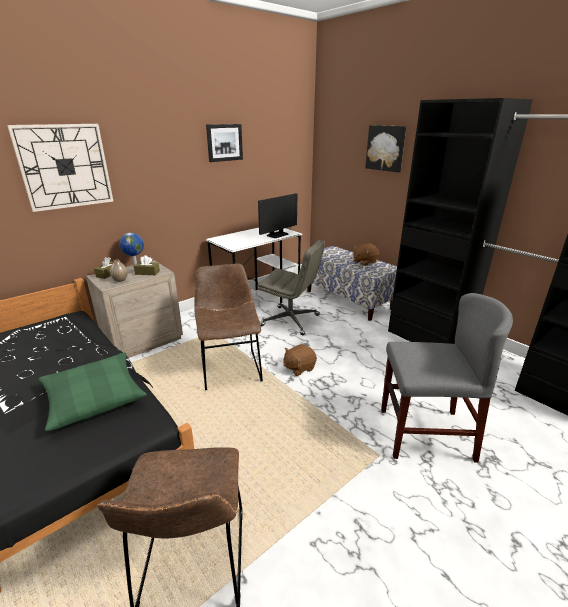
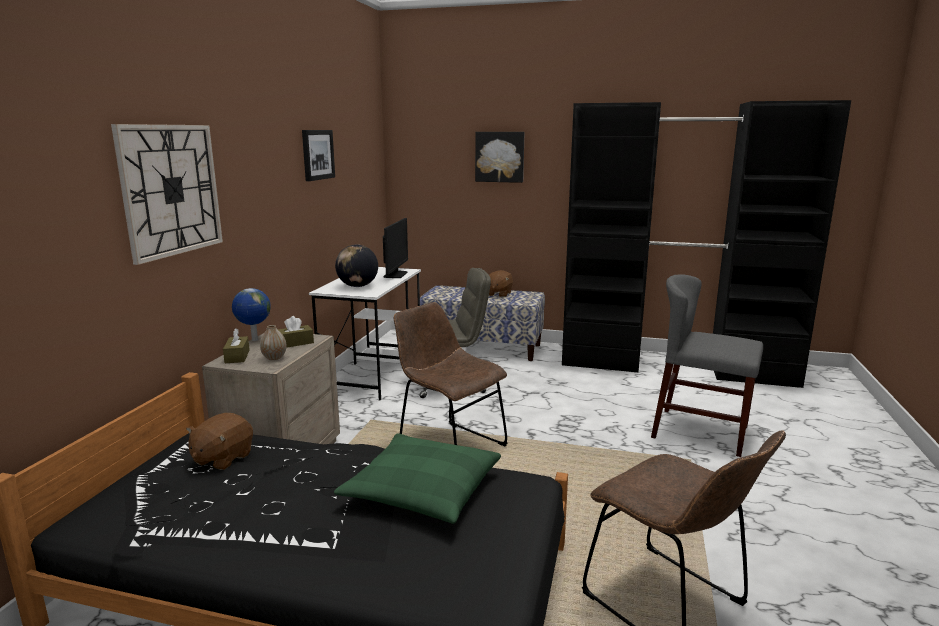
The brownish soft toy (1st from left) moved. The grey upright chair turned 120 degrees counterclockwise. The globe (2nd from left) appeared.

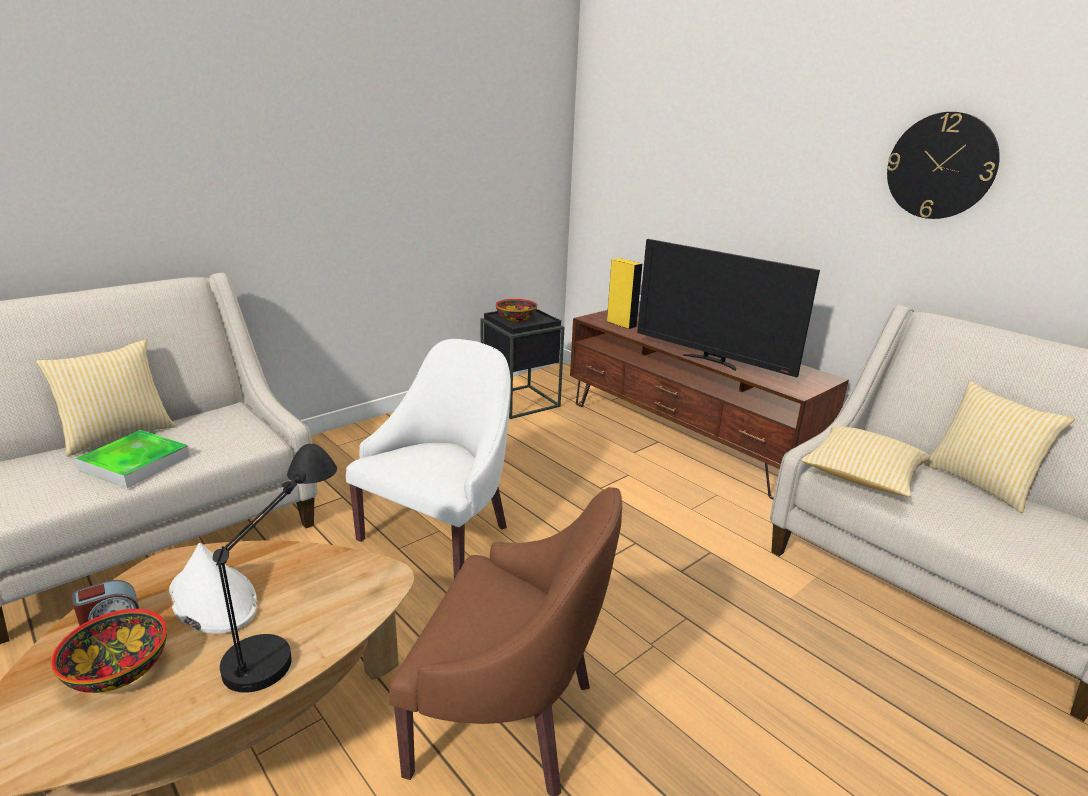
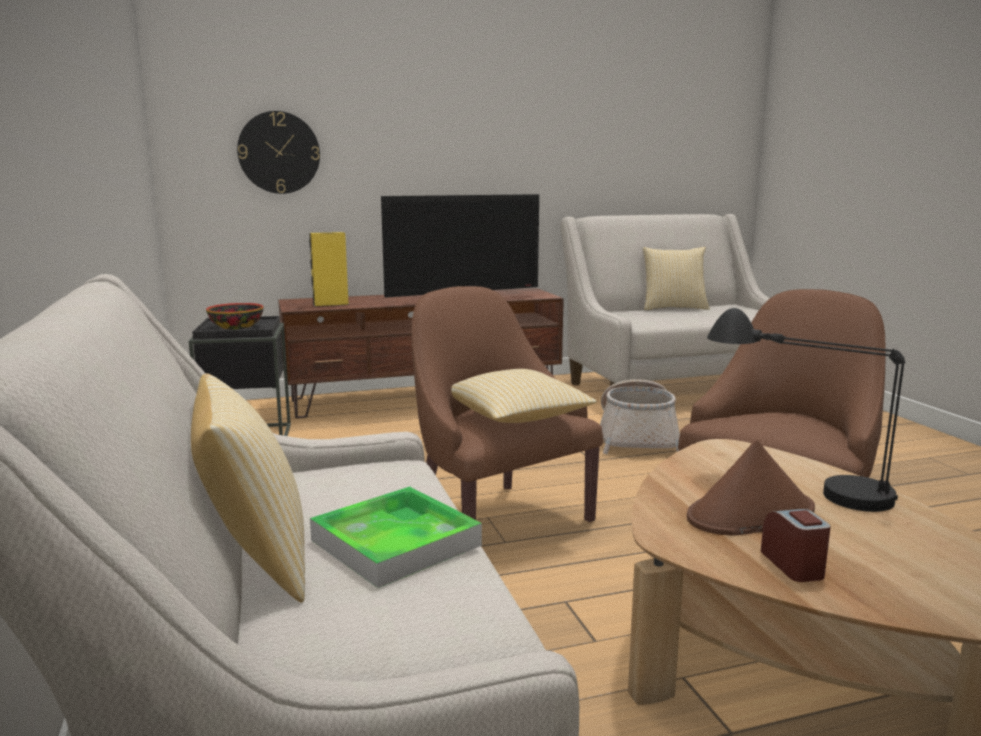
The serving bowl (1st from left) disappeared. The white-coloured hat became the brownish hat. The white-coloured armchair became the brownish armchair (1st from left). The pillow (2nd from left) moved. The hanging clock moved. The basket appeared.

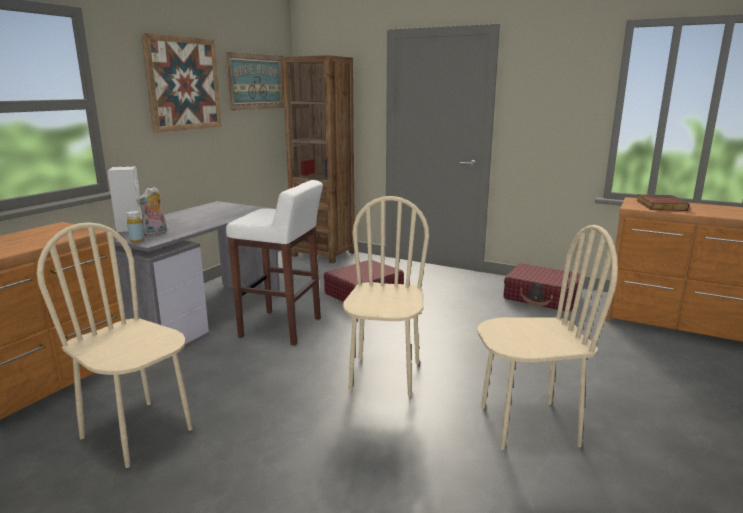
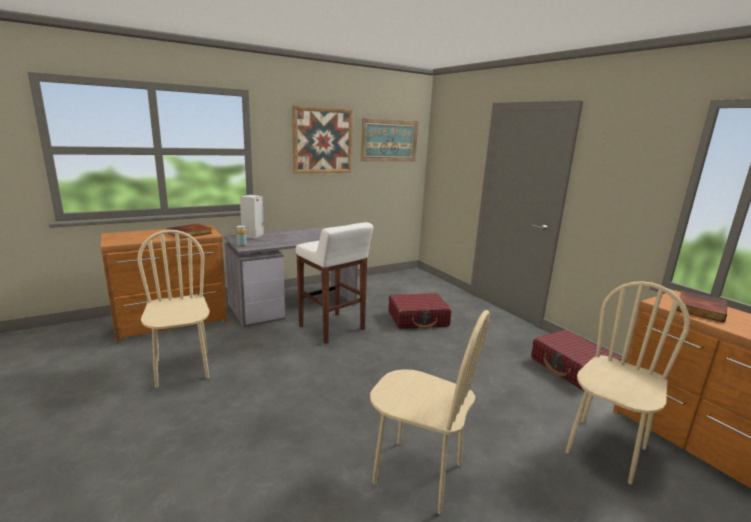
The soft toy disappeared. The brownish bookcase disappeared. The beige-coloured upright chair (2nd from left in the first image) moved. The volume (1st from left) appeared.

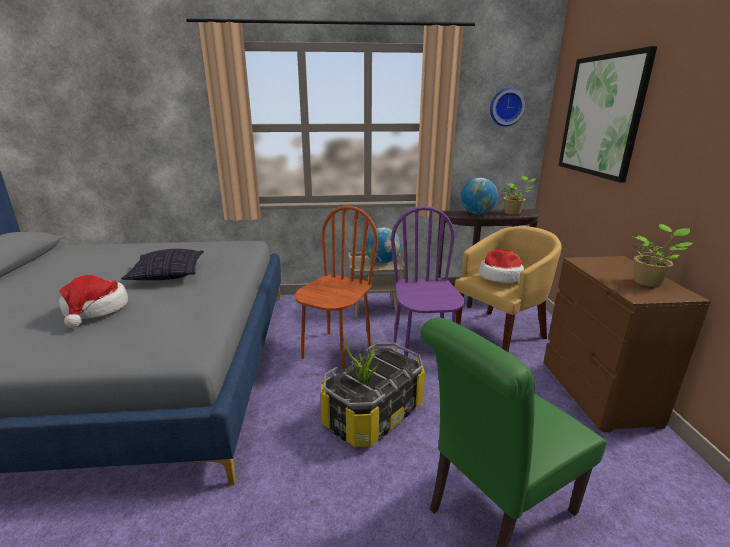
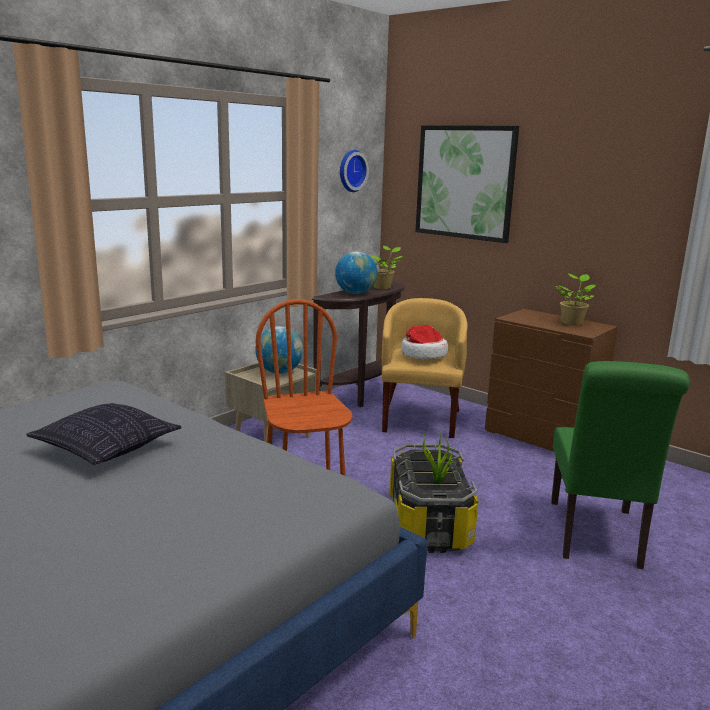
The hat (1st from left) disappeared. The purple upright chair disappeared.

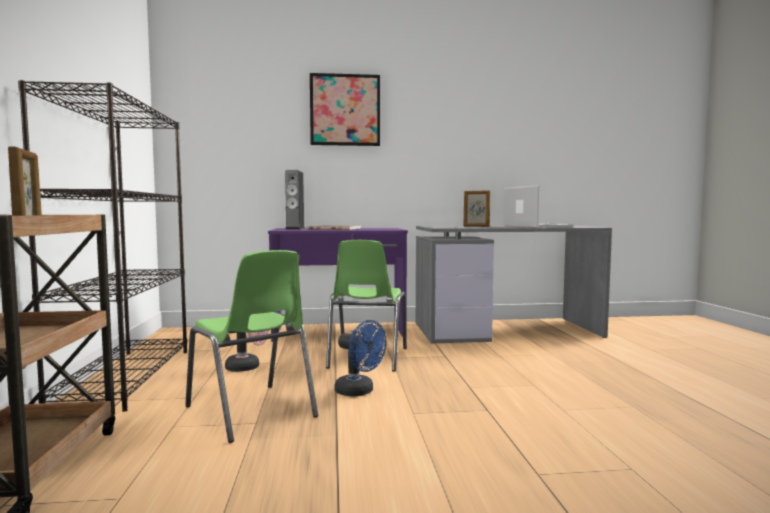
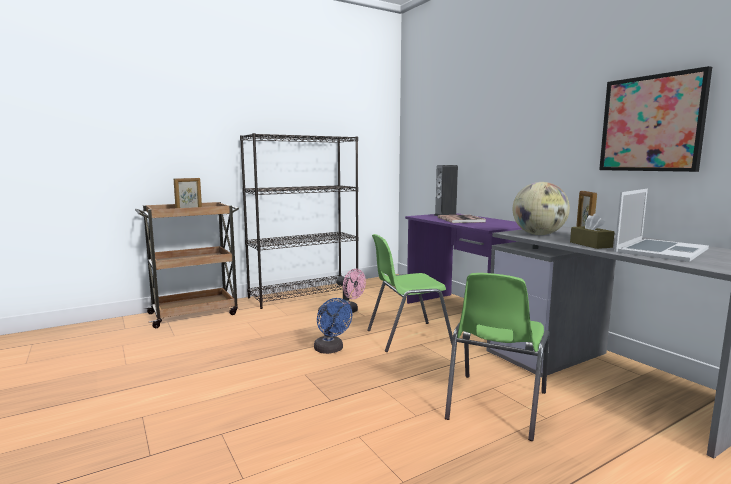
The greenish upright chair (1st from left in the first image) moved. The wall art moved. The blue fan turned 45 degrees counterclockwise. The globe appeared. The brownish tissue box appeared.

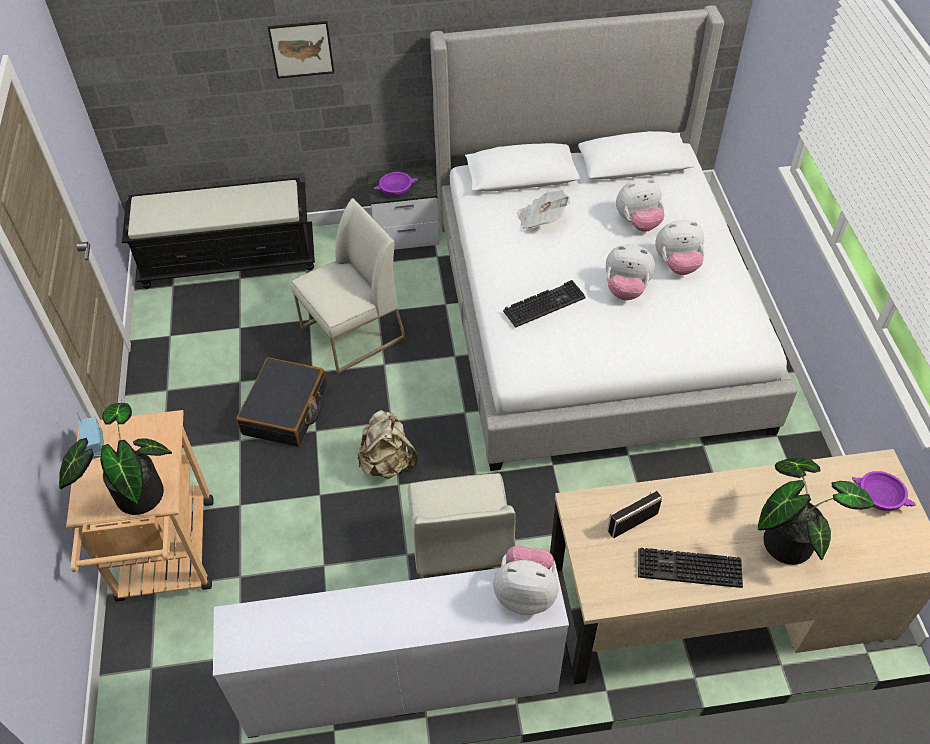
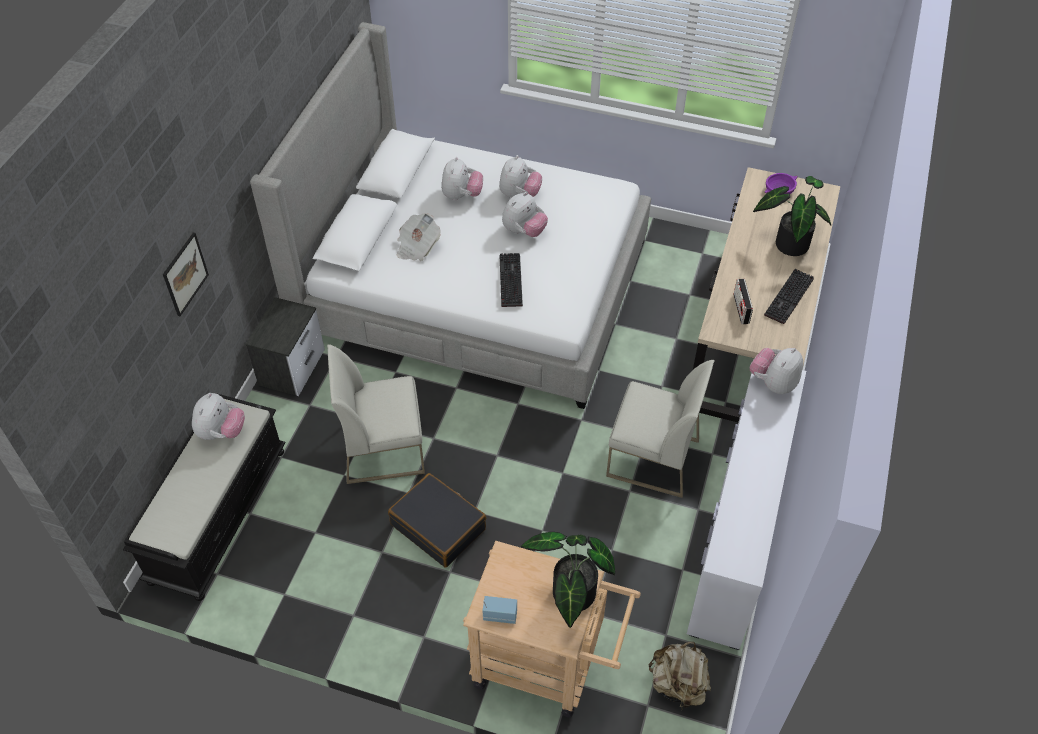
The white-coloured upright chair (1st from left) turned 90 degrees counterclockwise. The beige-coloured rucksack moved. The purple serving bowl (1st from left) disappeared. The soft toy (1st from left) appeared.

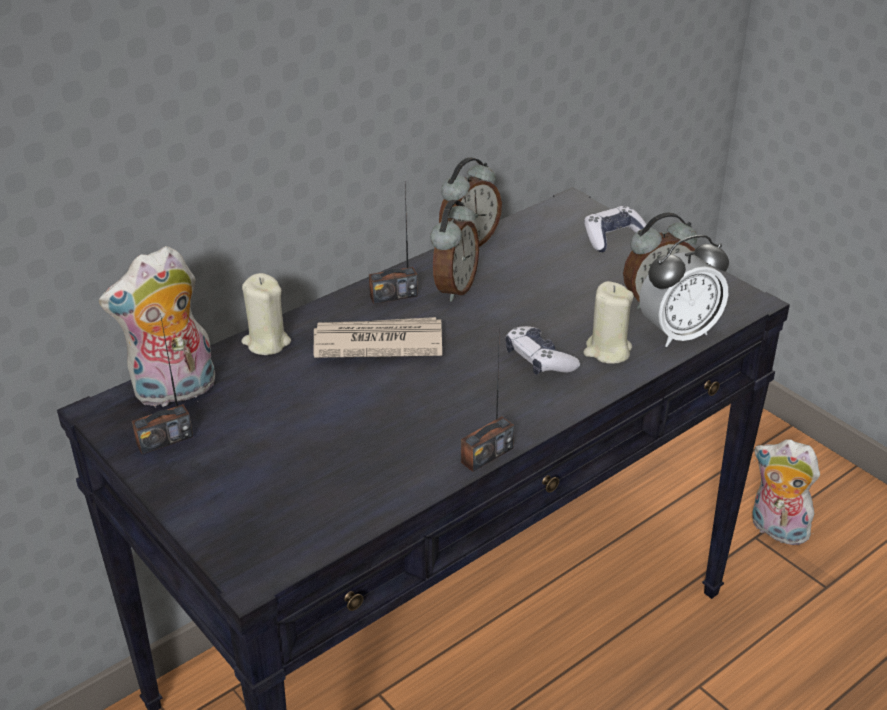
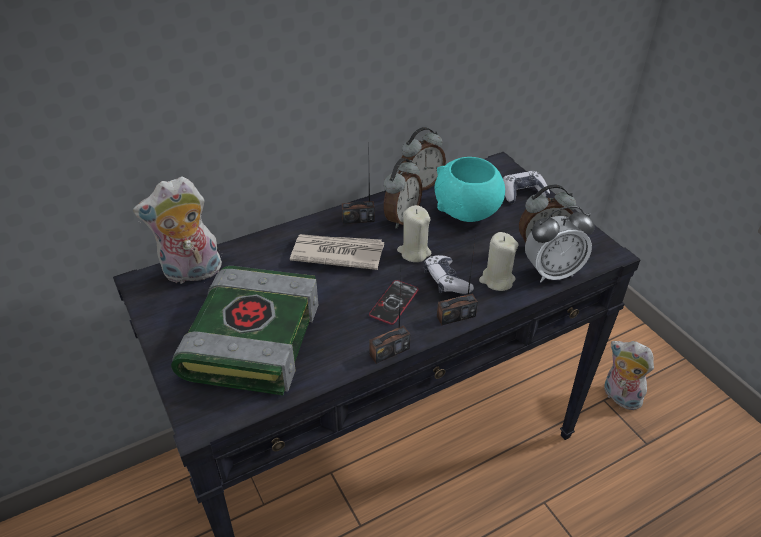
The radio set (1st from left in the first image) moved. The beige-coloured candle (1st from left) moved. The volume appeared. The telephone appeared. The blue-green serving bowl appeared.

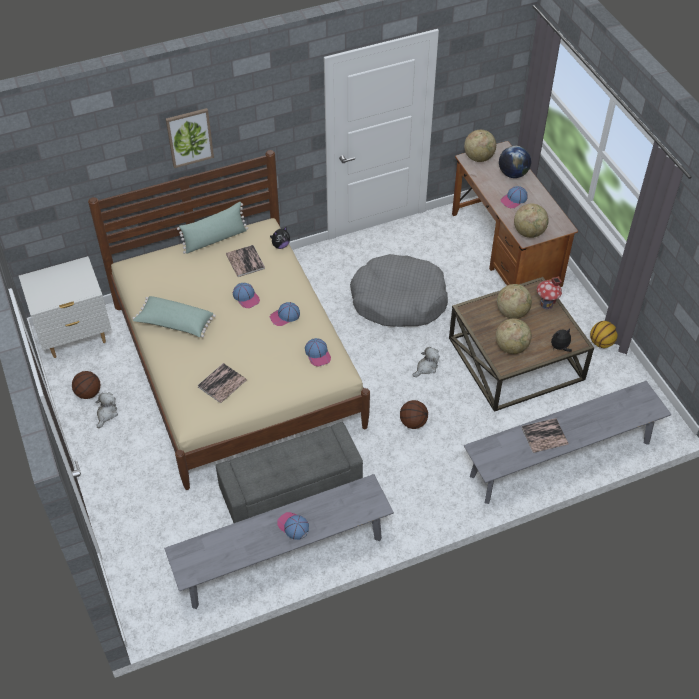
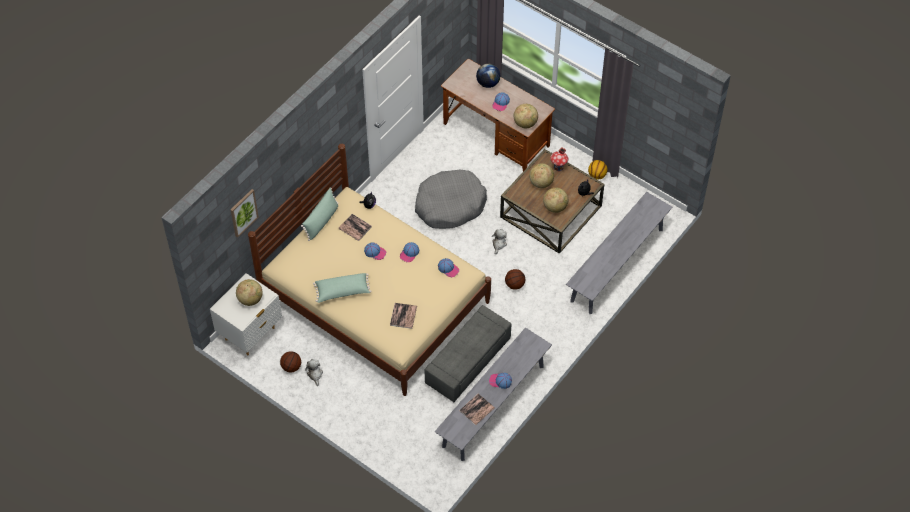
The wall art moved. The globe (1st from left) moved. The volume (3rd from left) moved.

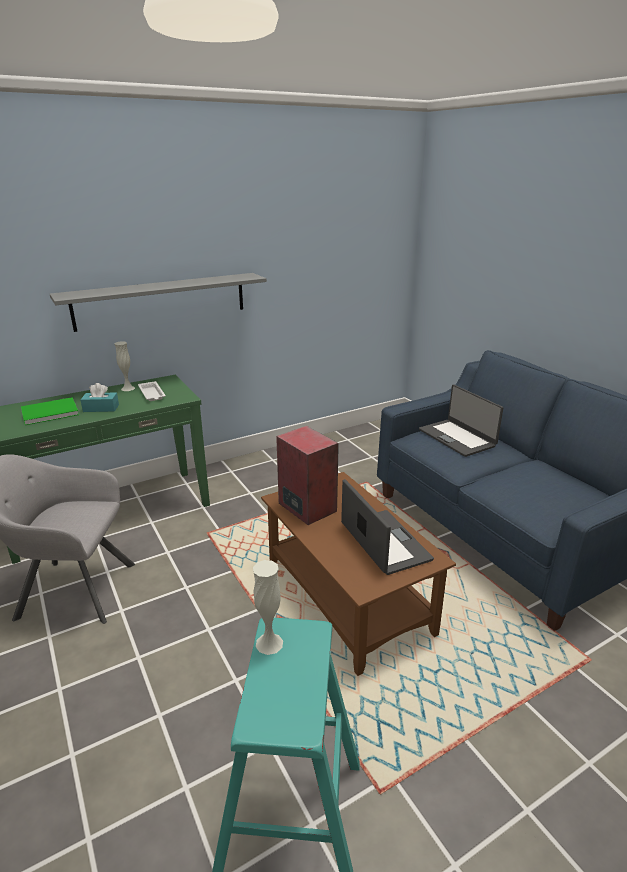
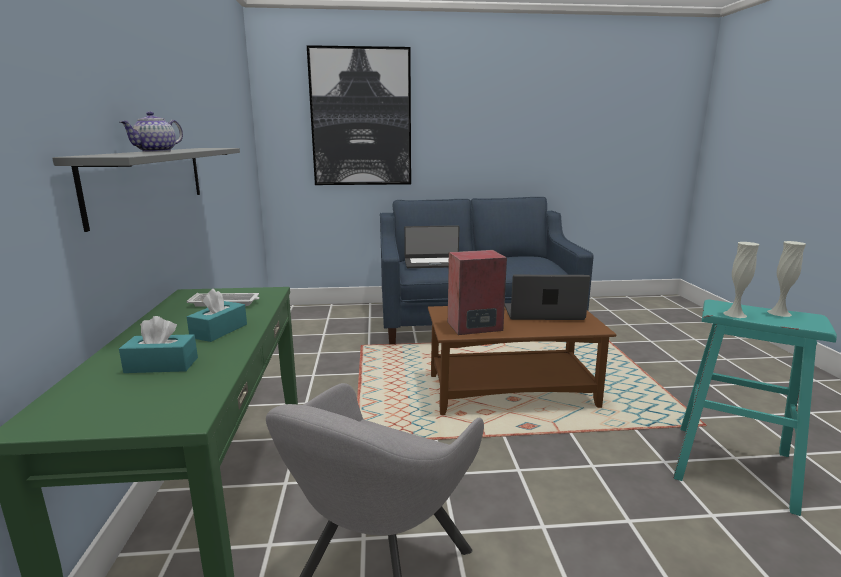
The greenish volume was replaced by the blue-green tissue box (1st from left). The white-coloured flower vase (1st from left in the first image) moved. The pot for tea appeared. The wall art appeared.

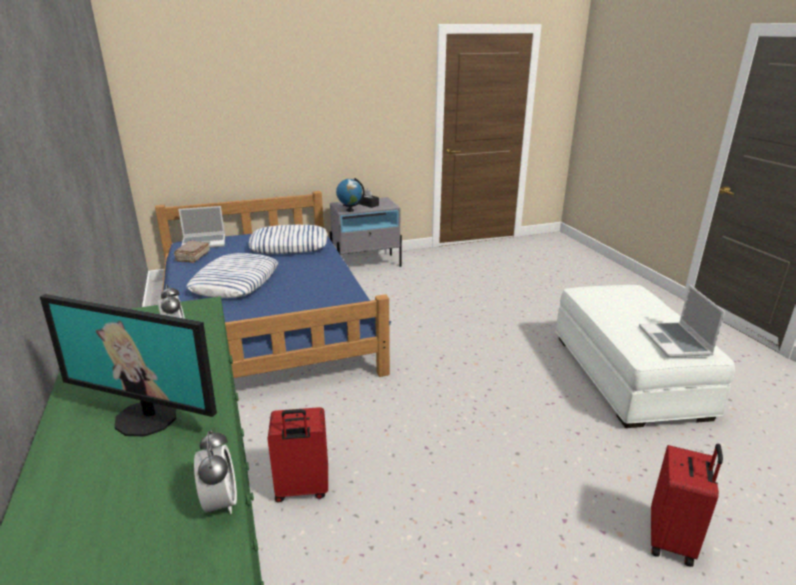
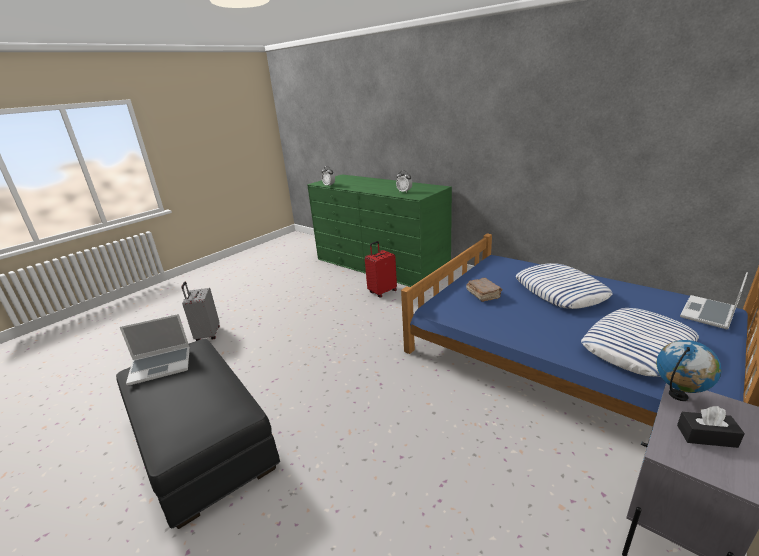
The computer screen disappeared. The brownish volume moved. The white-coloured pouffe became the black pouffe. The portable computer (2nd from left in the first image) turned 105 degrees clockwise. The red-coloured suitcase (2nd from left) became the grey suitcase.

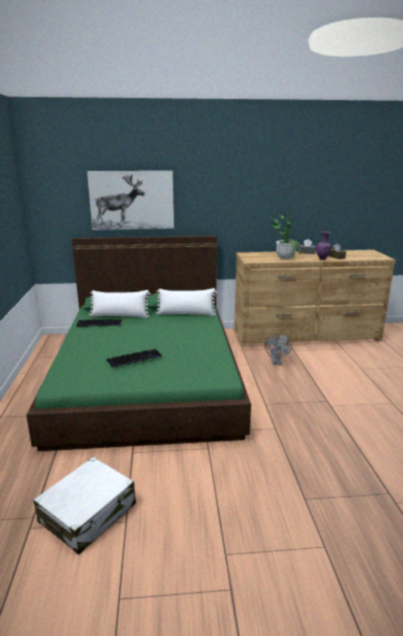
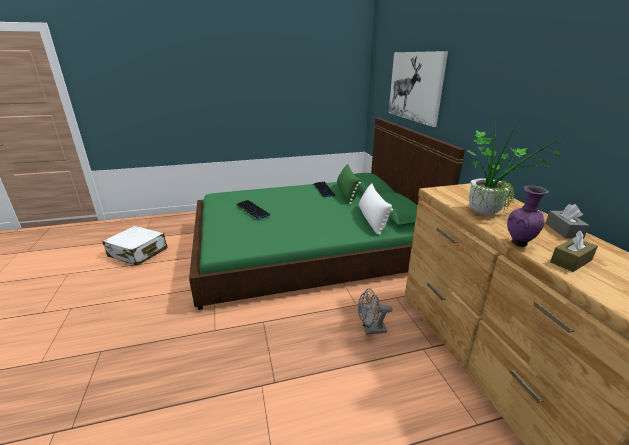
The white-coloured pillow (1st from left) became the greenish pillow.

